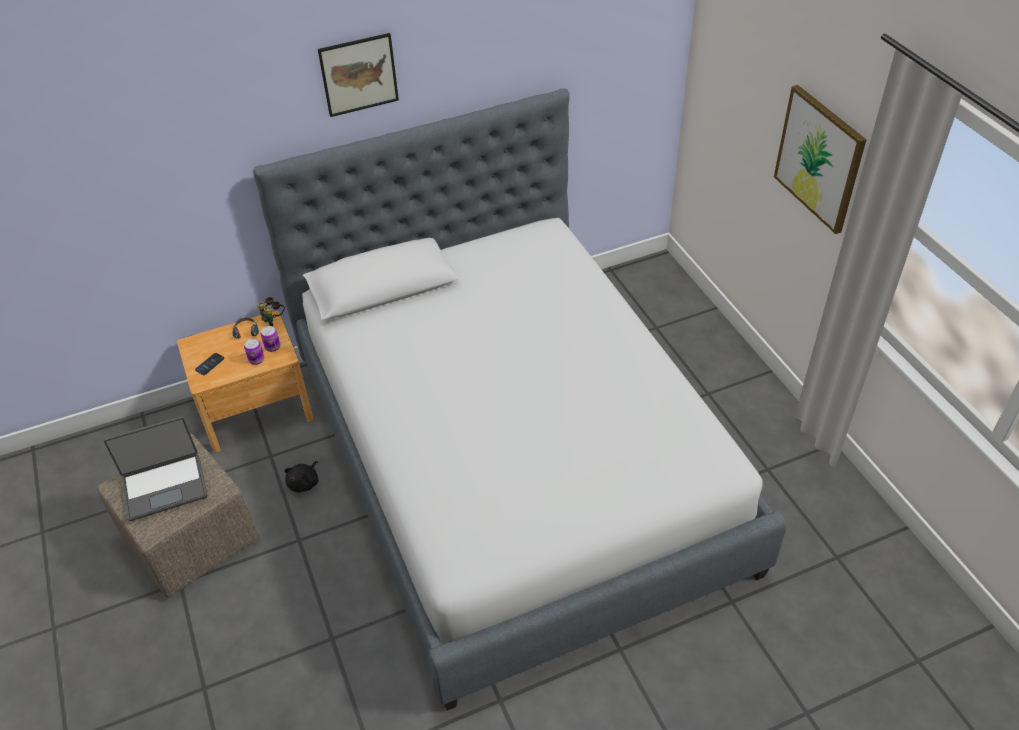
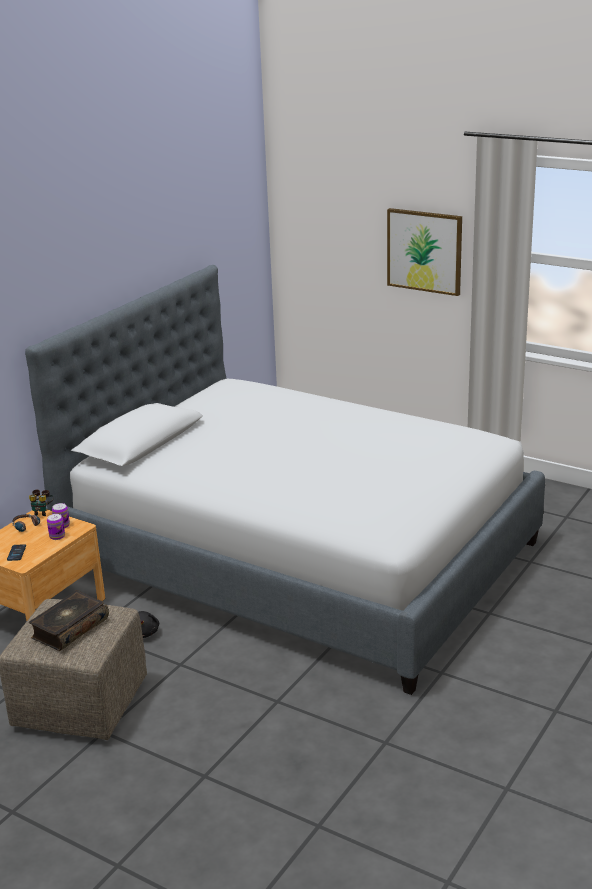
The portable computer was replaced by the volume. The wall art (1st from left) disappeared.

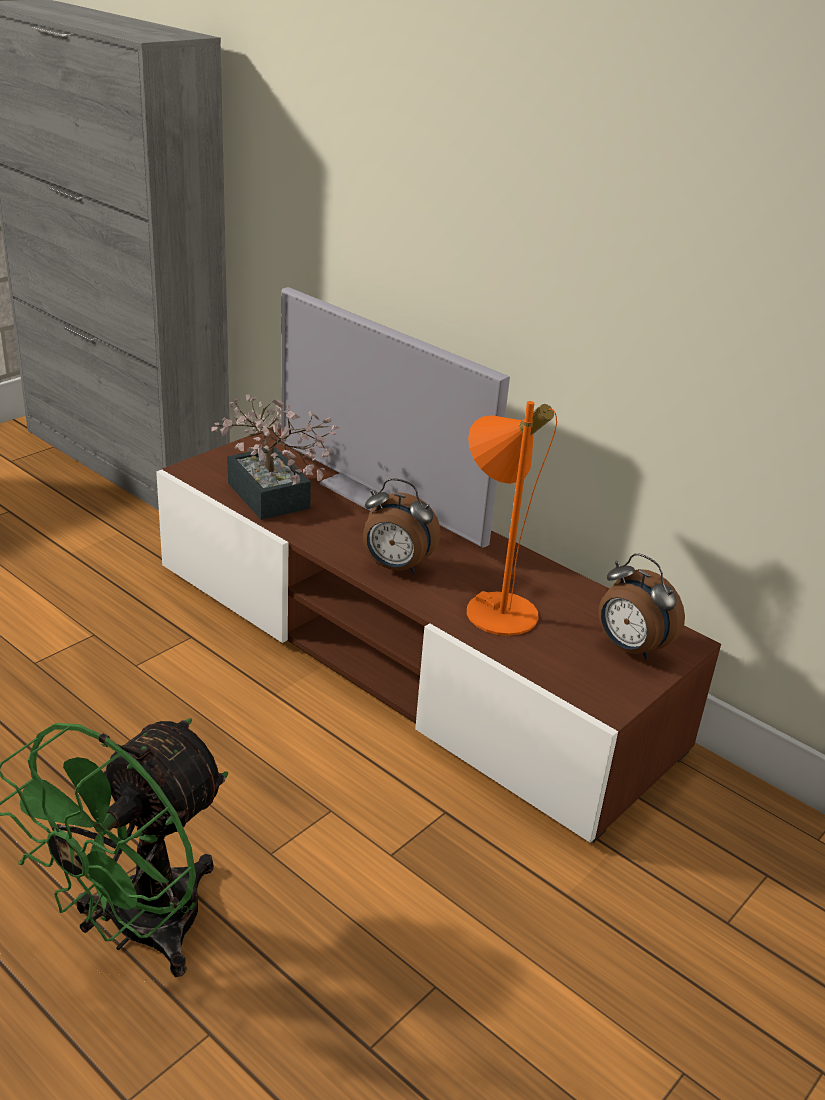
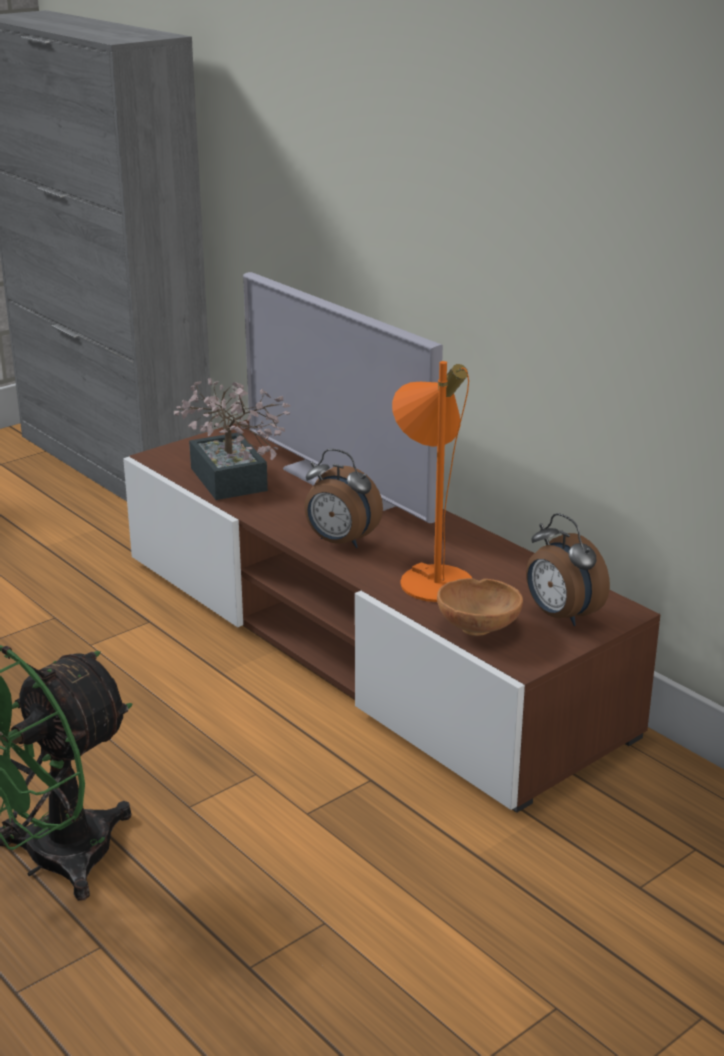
The brownish serving bowl appeared.

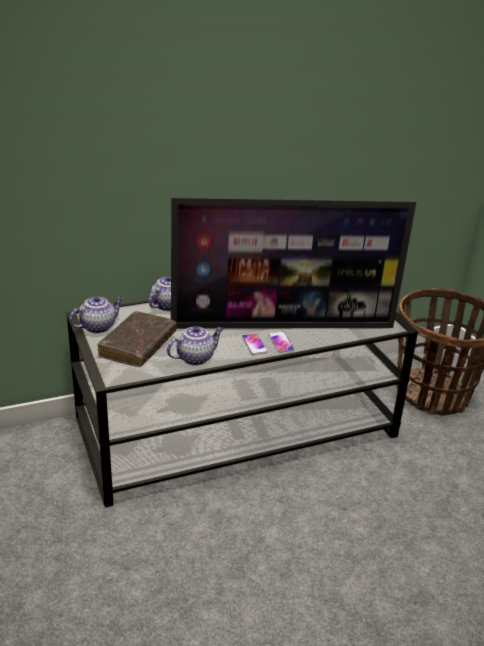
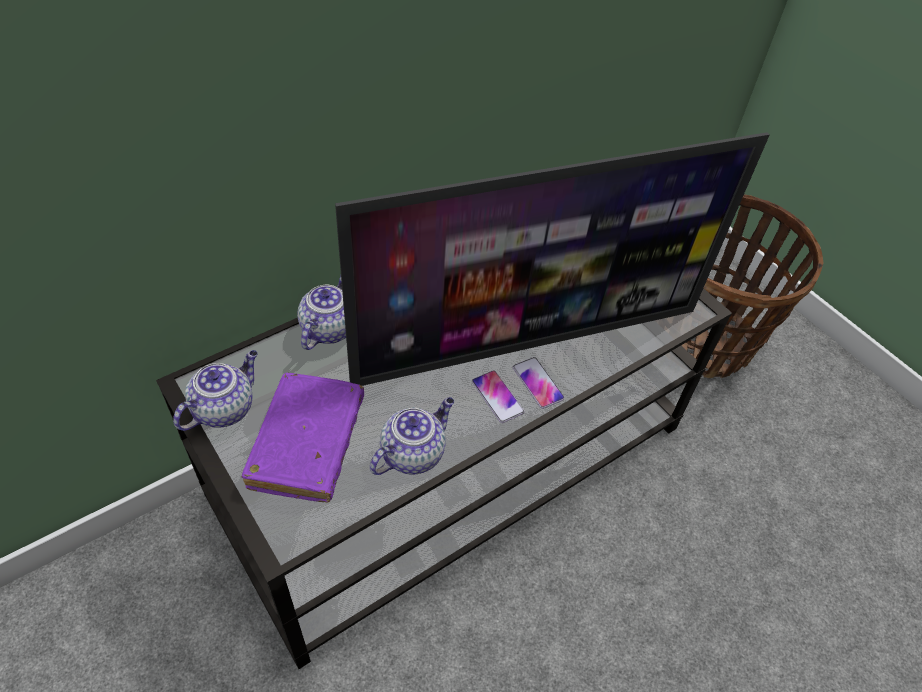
The brownish volume became the purple volume.

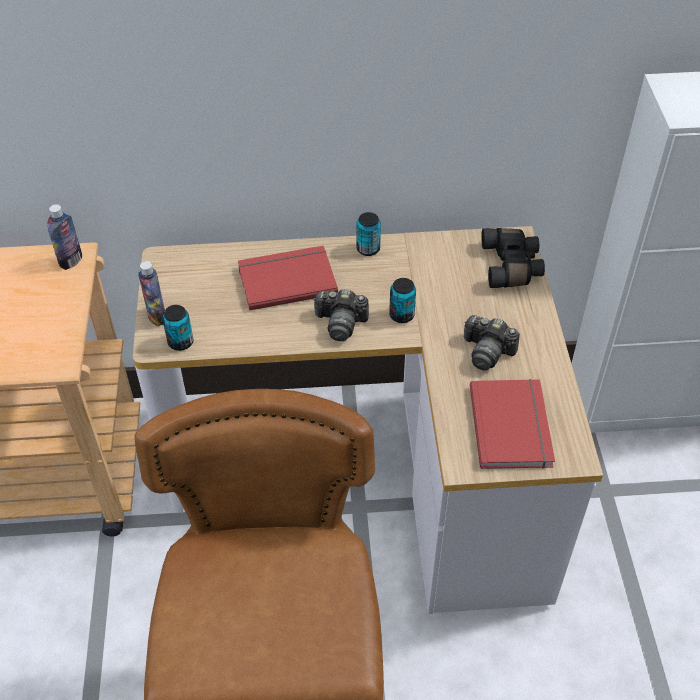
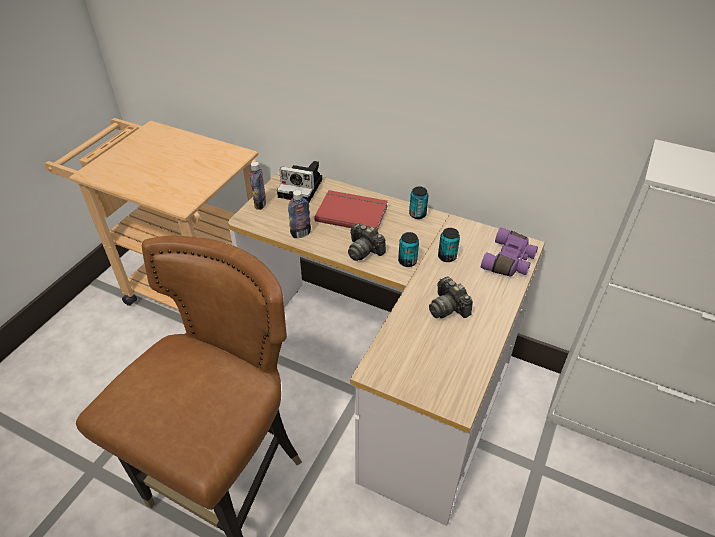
The bottle (1st from left in the first image) moved. The metal can (1st from left in the first image) moved. The red-coloured volume (2nd from left) disappeared. The black pair of binoculars became the purple pair of binoculars. The still camera (1st from left) appeared.

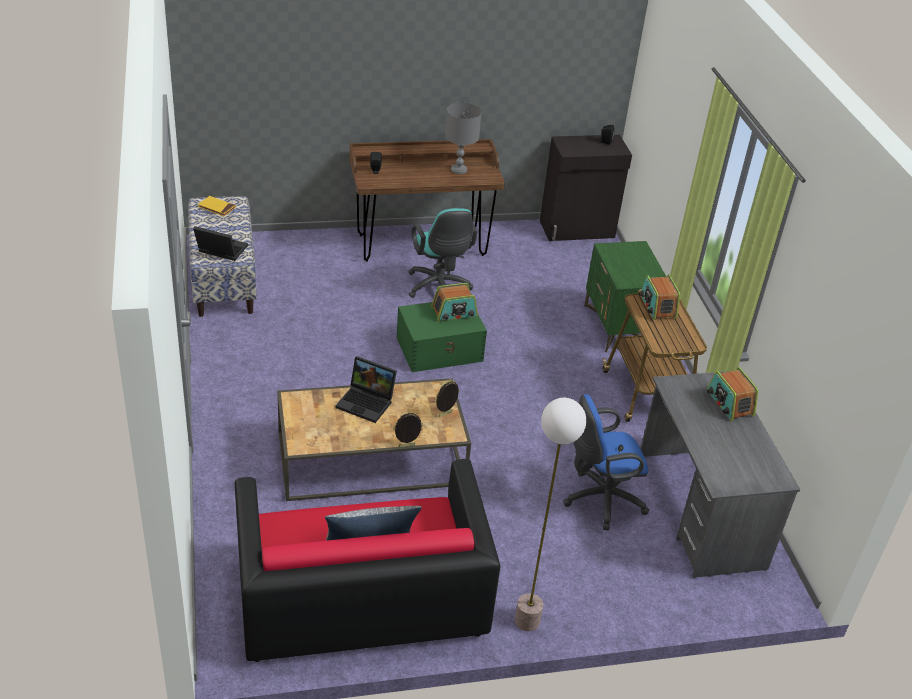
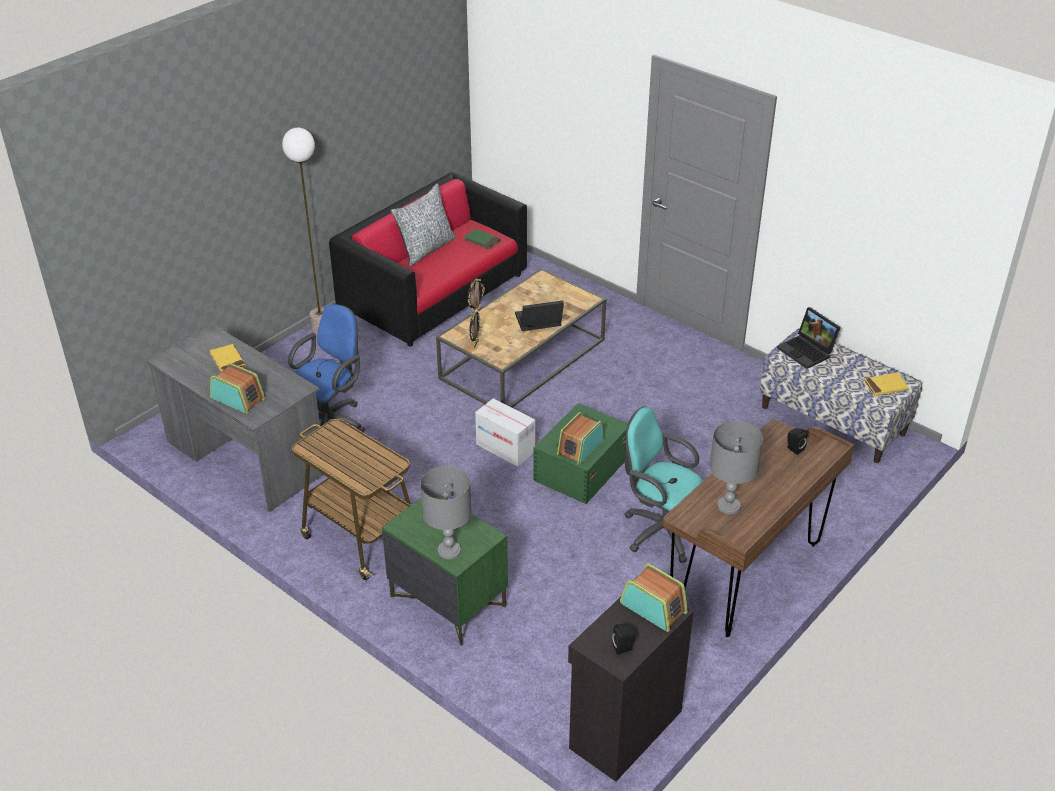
The portable computer (1st from left in the first image) turned 75 degrees clockwise. The radio set (2nd from left in the first image) moved. The yellowish volume (1st from left) appeared. The grey table lamp (1st from left) appeared. The greenish volume appeared. The carton appeared.

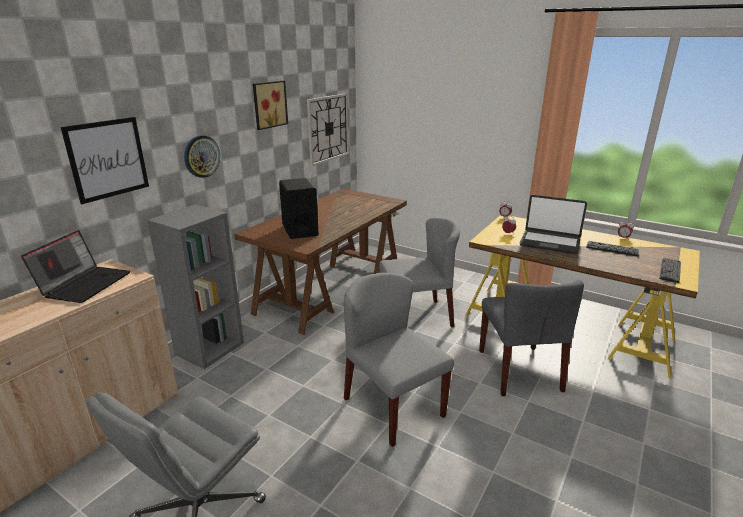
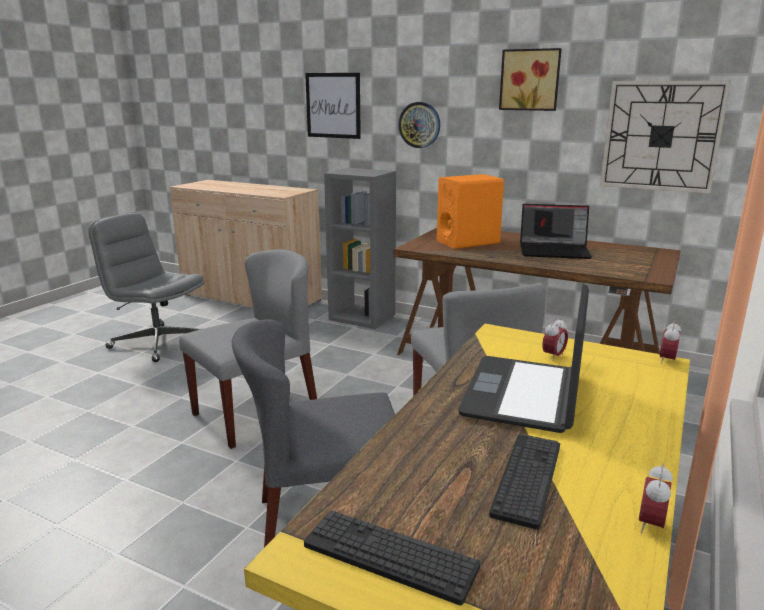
The portable computer (1st from left in the first image) moved. The black loudspeaker became the orange loudspeaker.

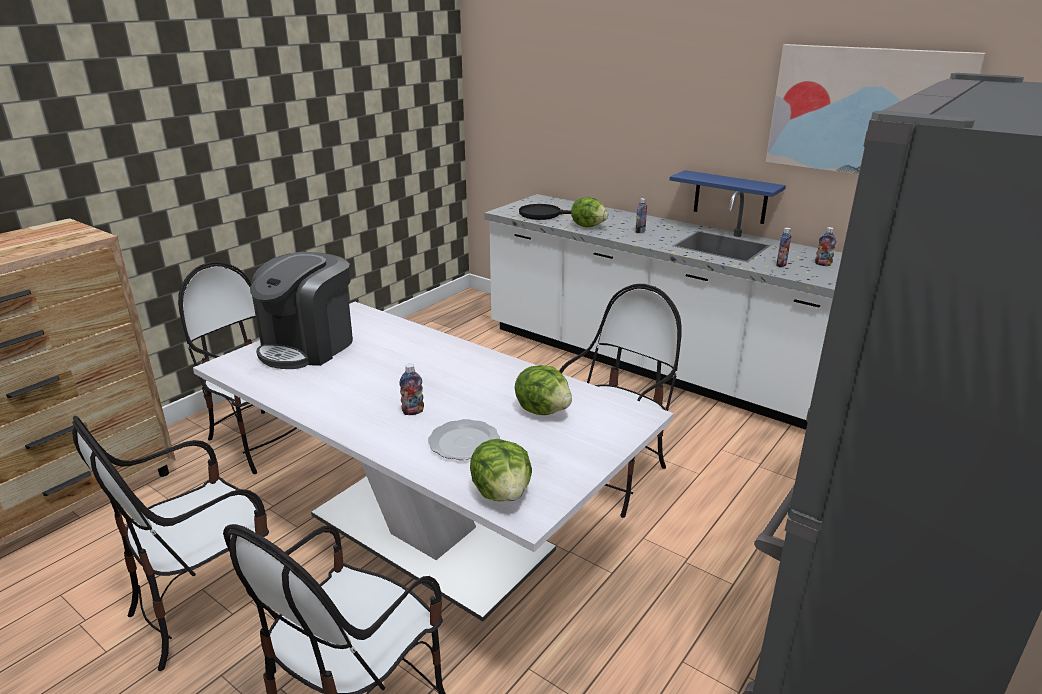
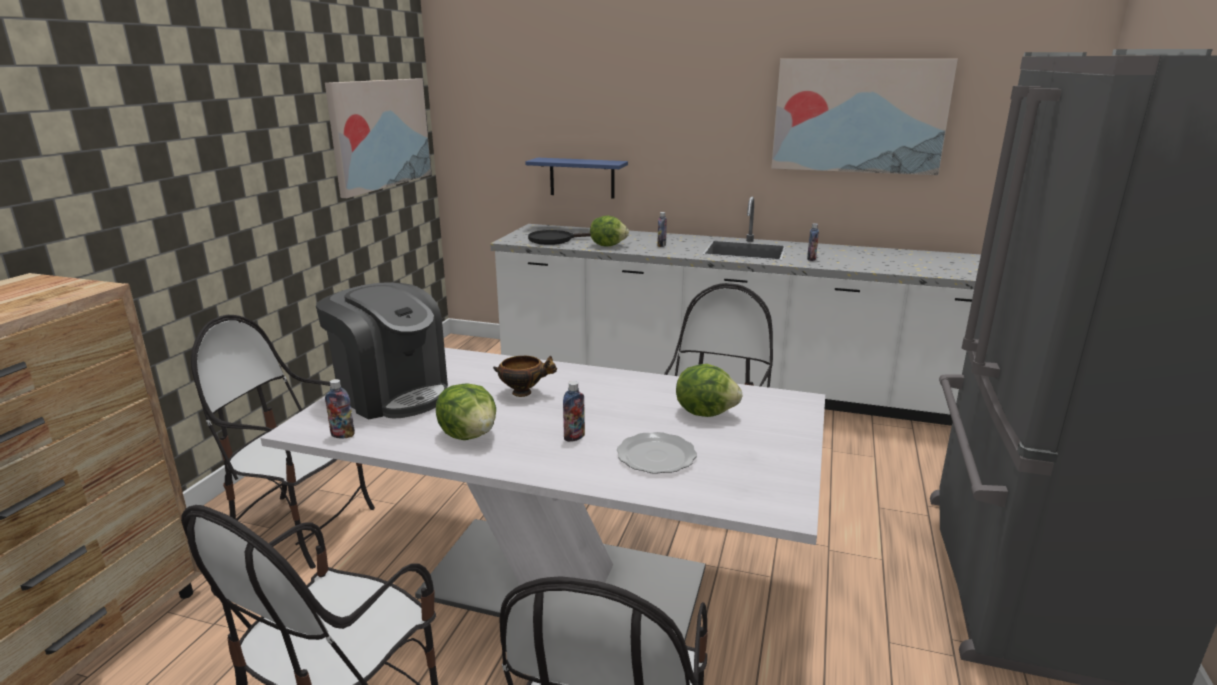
The coffee maker turned 60 degrees counterclockwise. The lettuce (1st from left) moved. The blue wall shelf moved. The bottle (4th from left in the first image) moved. The wall art (1st from left) appeared. The serving bowl appeared.

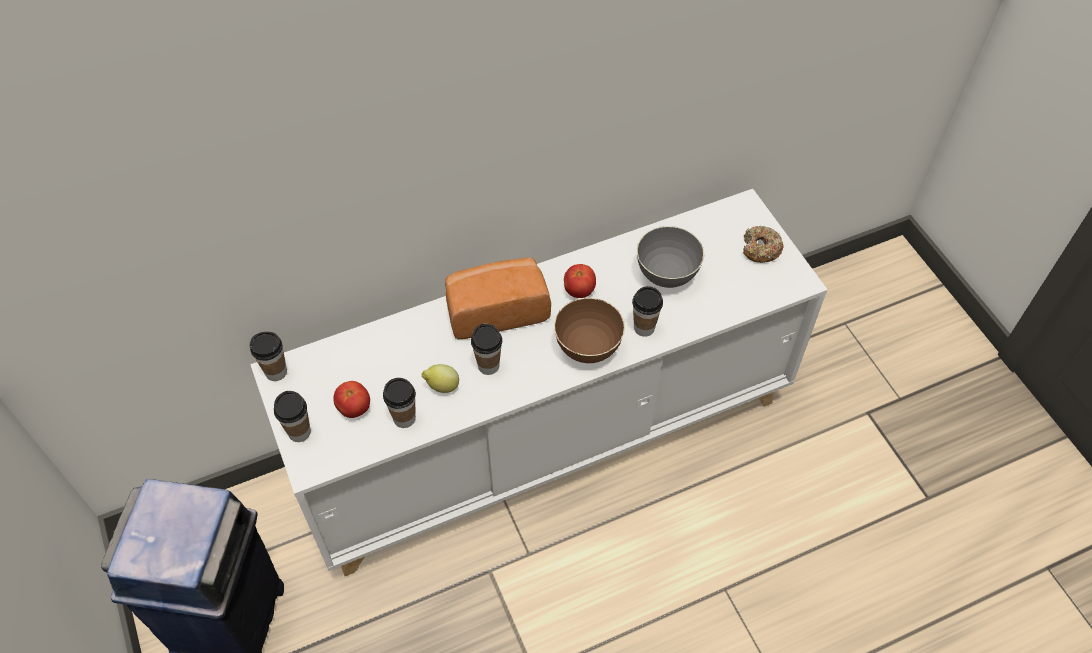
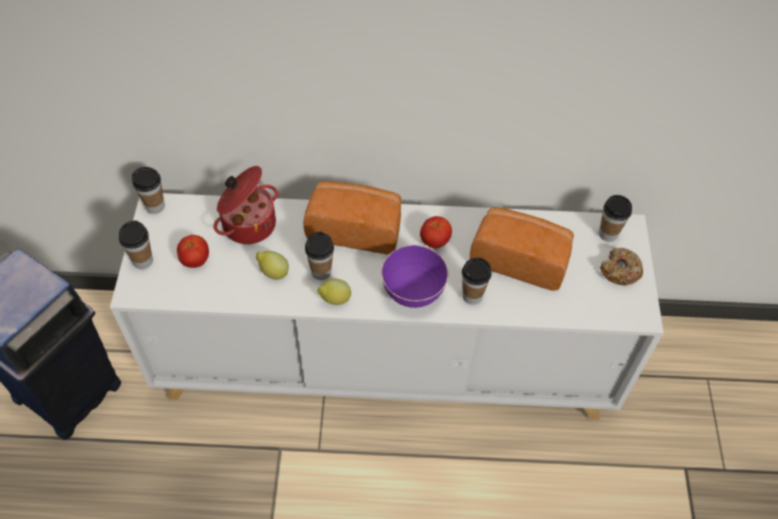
The small cup (3rd from left in the first image) moved. The brownish serving bowl became the purple serving bowl. The grey serving bowl was replaced by the bread (2nd from left). The saucepot appeared. The citrus fruit (2nd from left) appeared.

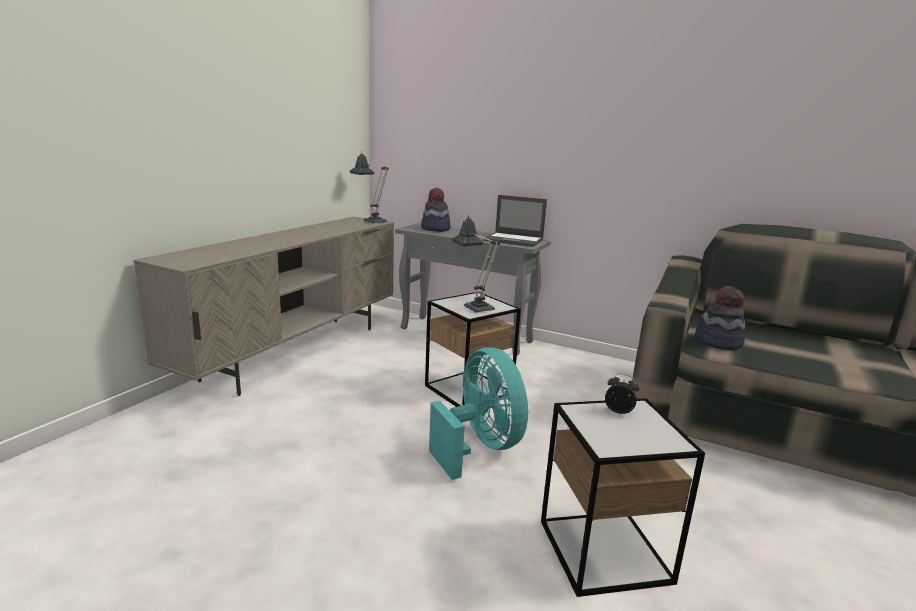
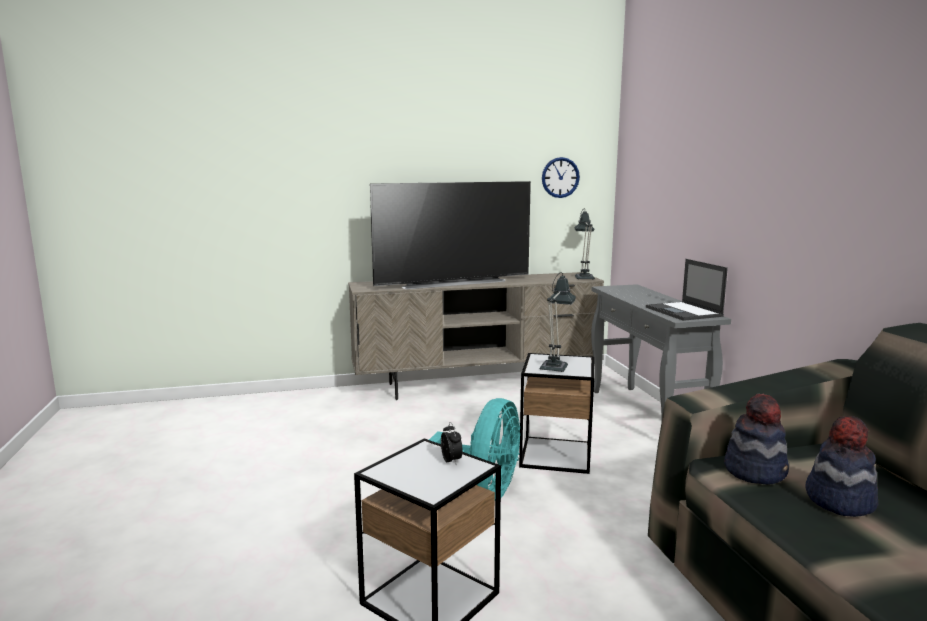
The hat (1st from left in the first image) moved. The TV appeared. The hanging clock appeared.

